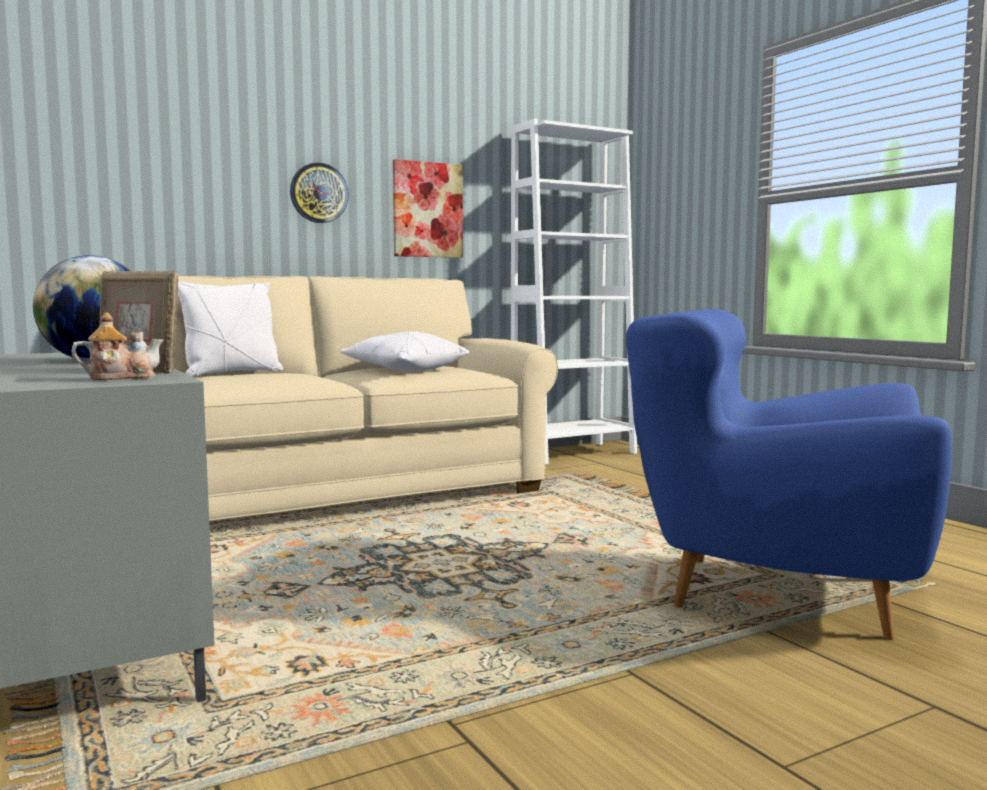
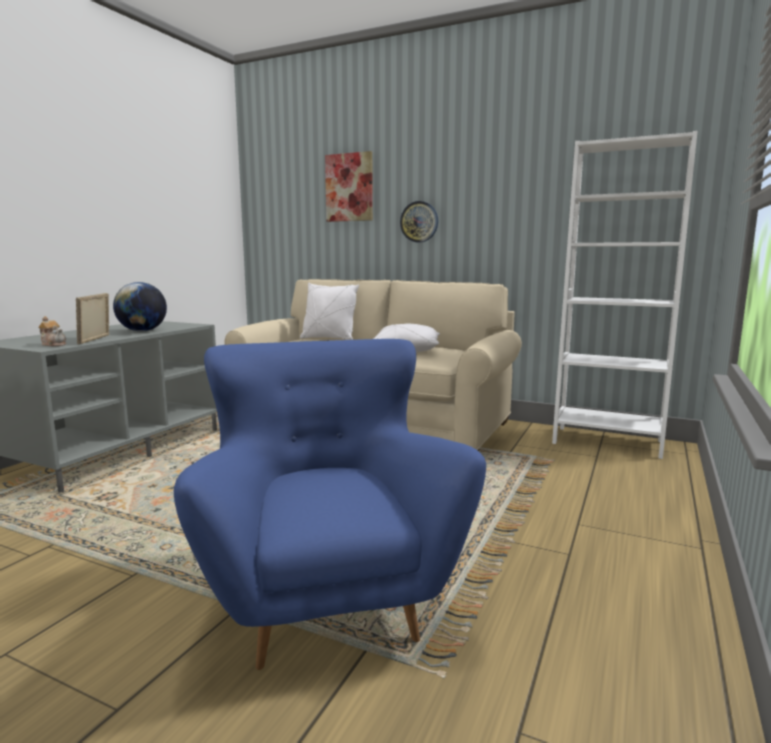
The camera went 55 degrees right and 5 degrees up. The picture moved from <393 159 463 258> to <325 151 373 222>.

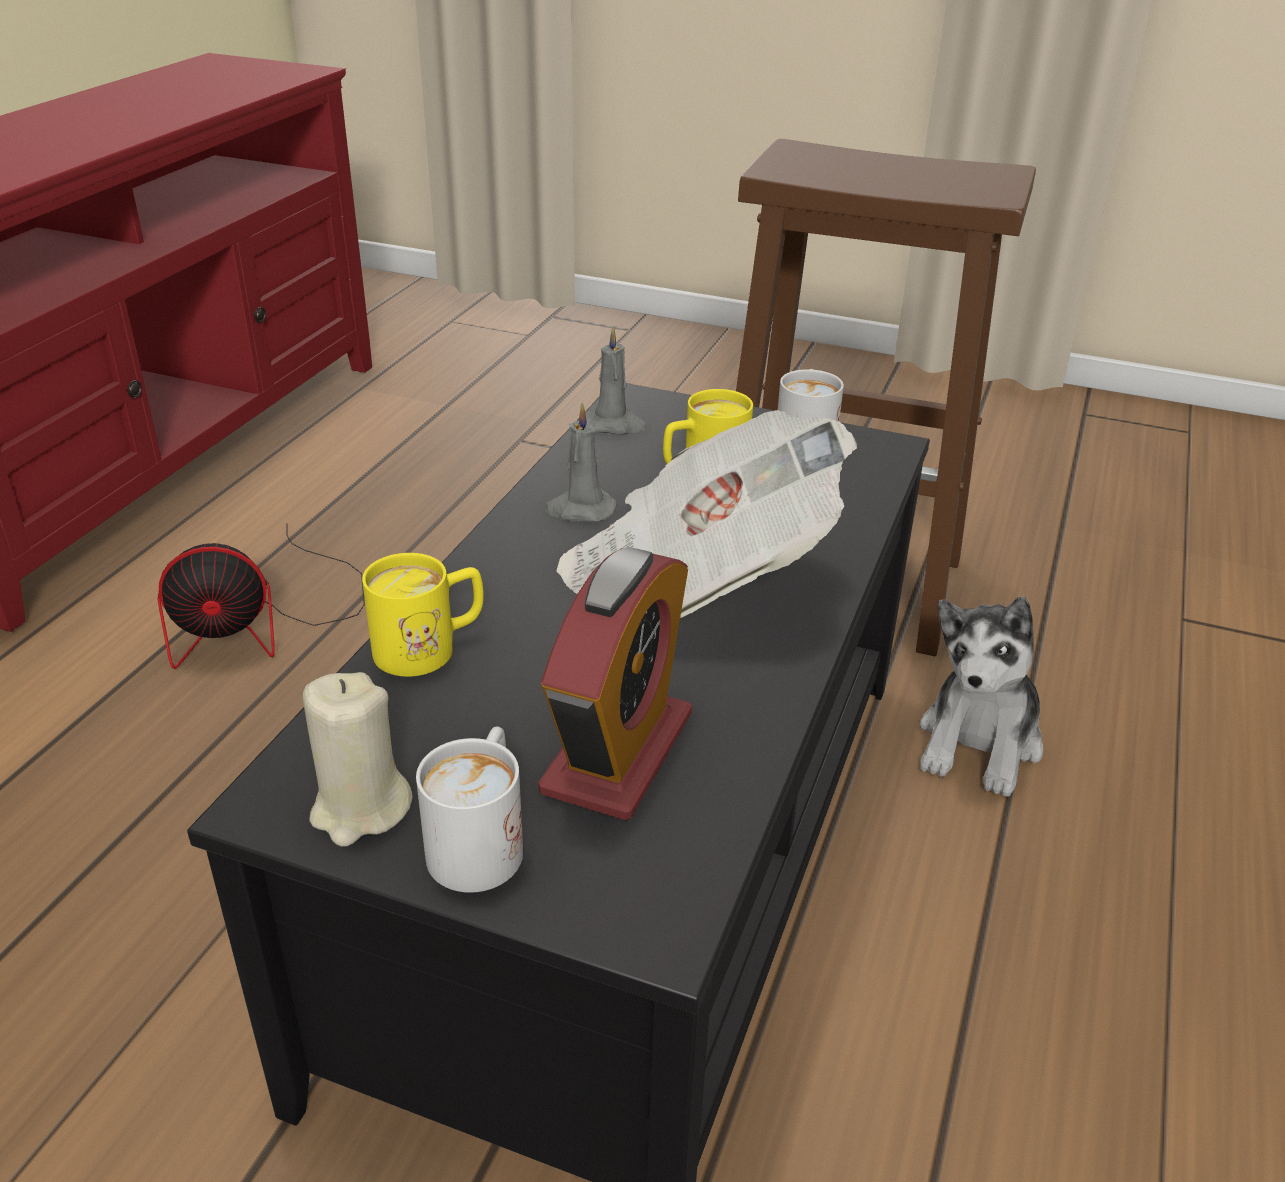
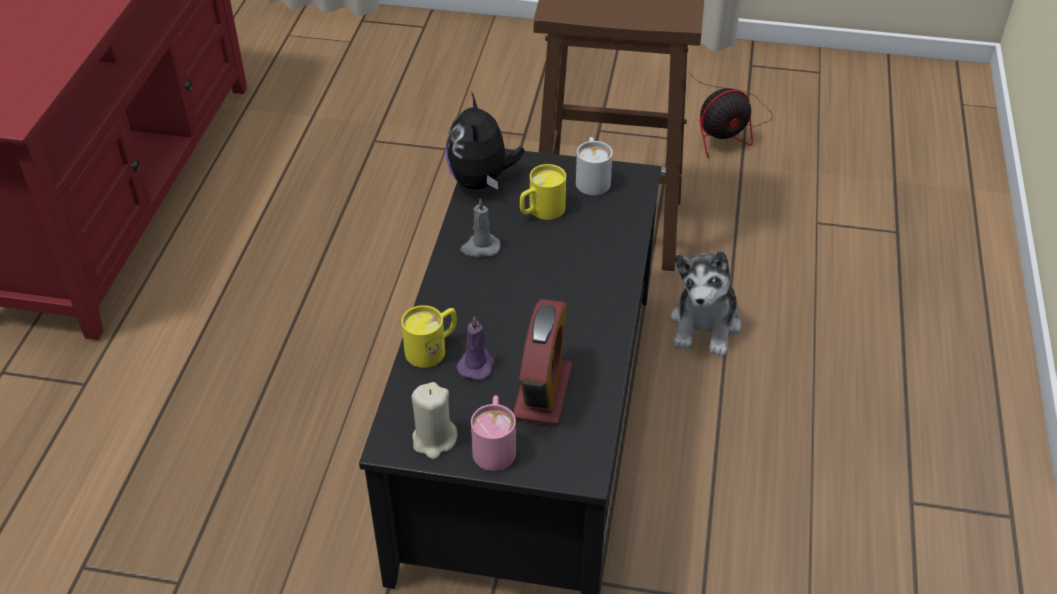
The camera went 10 degrees left and 10 degrees up. The candle in grey at <585 326 647 434> was replaced by the plush toy at <445 91 524 190>. The candle in purple at <456 316 495 380> appeared. The mug in white at <416 727 523 893> became the mug in pink at <471 395 516 471>. The fan moved from <158 524 365 669> to <689 73 773 158>. The newspaper at <557 410 857 618> disappeared.

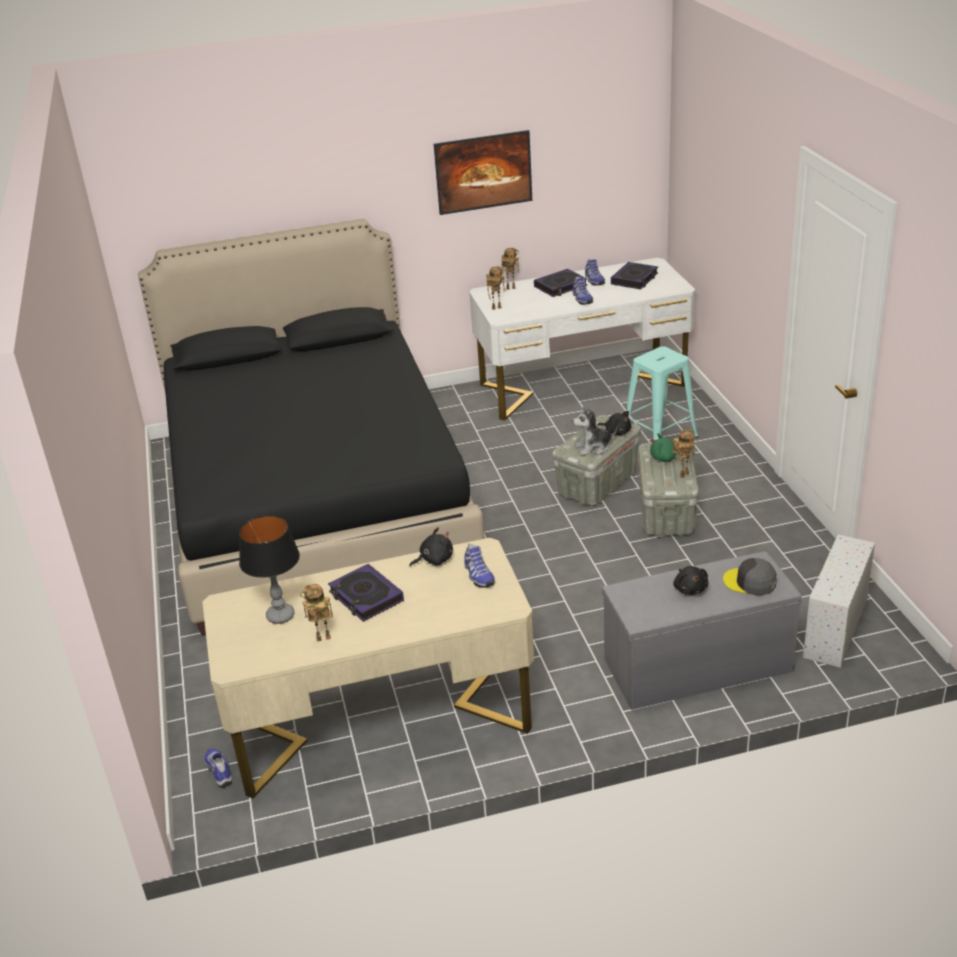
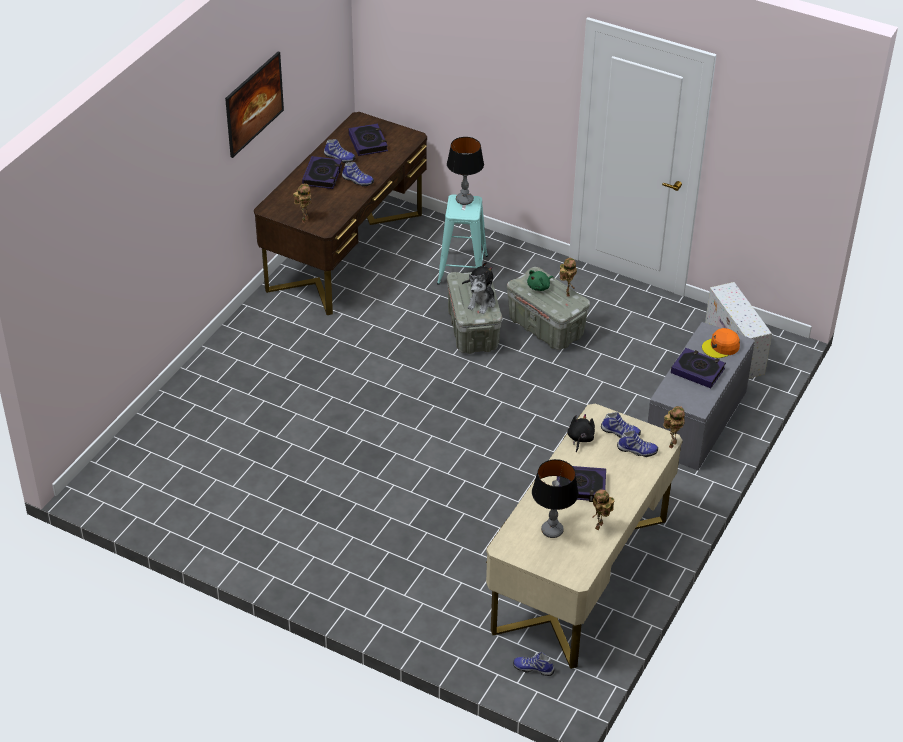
The camera went 50 degrees left and 10 degrees up. The desk in white at <469 258 695 421> became the desk in brown at <254 112 427 315>. The table lamp at <447 137 484 205> appeared. The shoe at <617 431 658 457> appeared. The toy robot moved from <501 248 520 290> to <663 406 685 448>. The plush toy in black at <673 566 708 595> was replaced by the book at <671 348 726 388>. The cap in grey at <723 558 777 595> became the cap in orange at <702 328 740 358>. The bed in black at <138 219 485 636> disappeared.

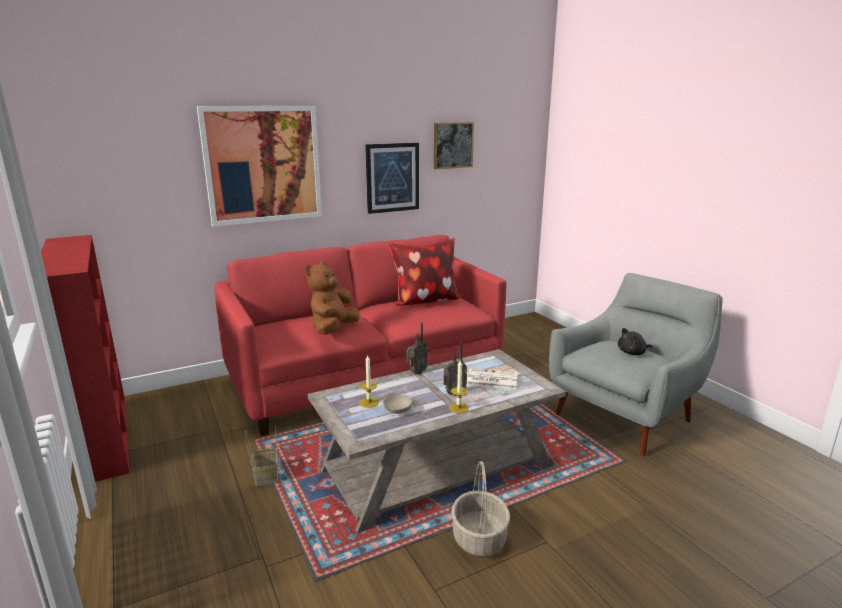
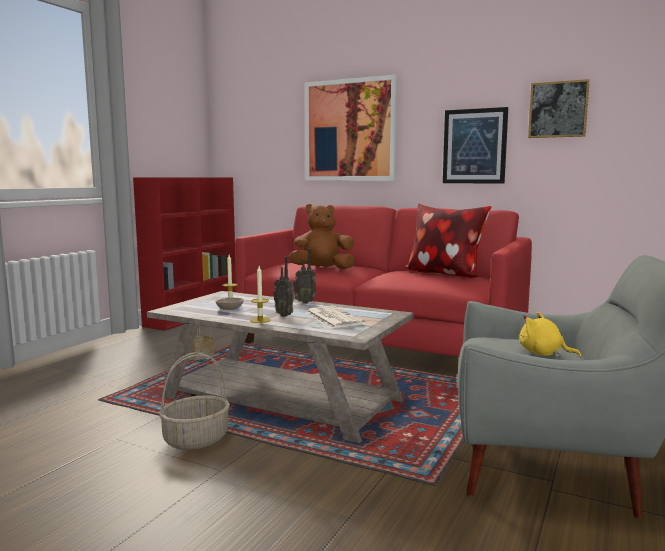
The camera went 55 degrees right and 10 degrees down. The plush toy in black at <618 328 653 355> became the plush toy in yellow at <519 312 581 358>.

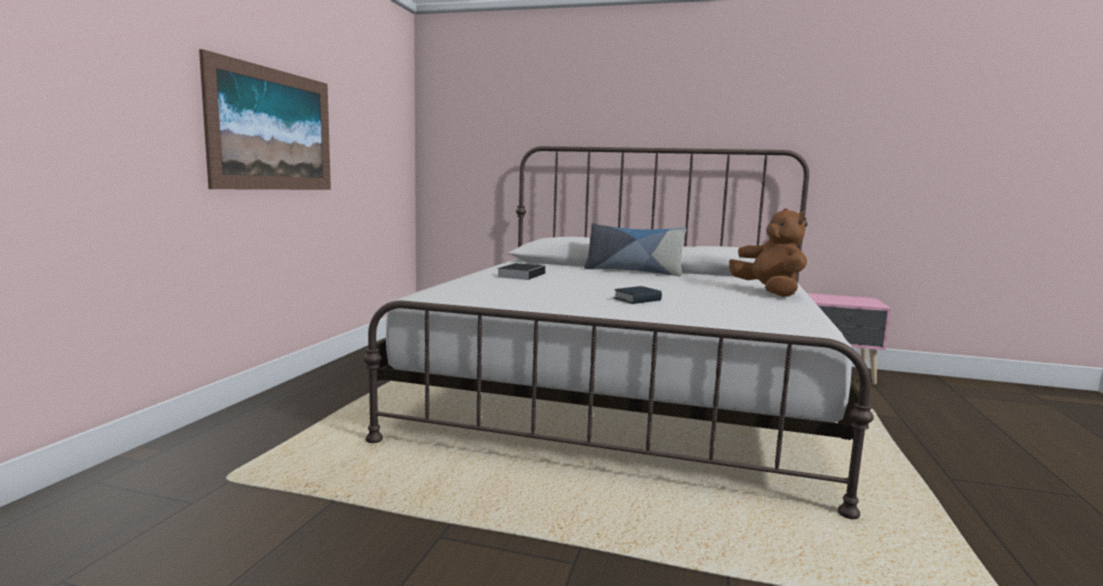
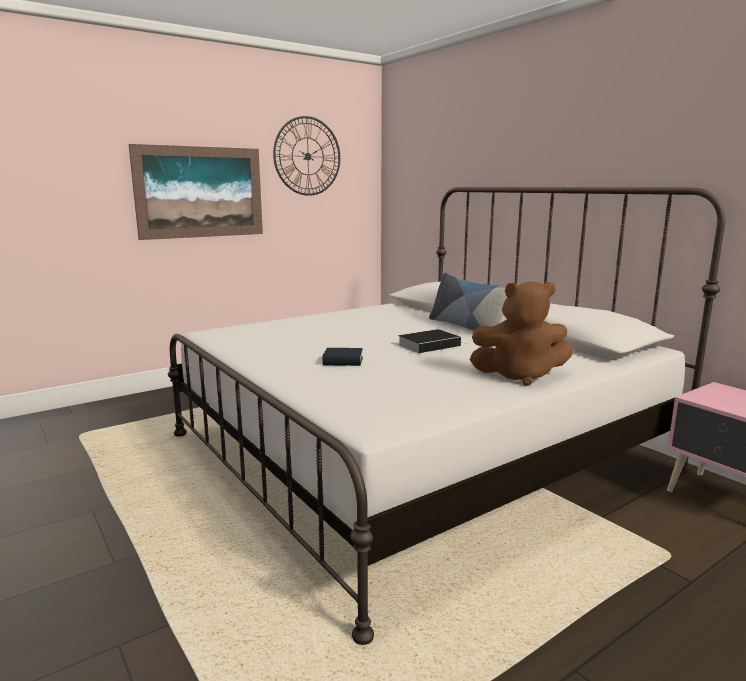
The camera went 40 degrees right and 5 degrees up. The wall clock at <273 116 340 196> appeared. The book moved from <497 263 545 280> to <398 329 461 353>. The plush toy in brown at <729 208 807 297> turned 75 degrees clockwise.

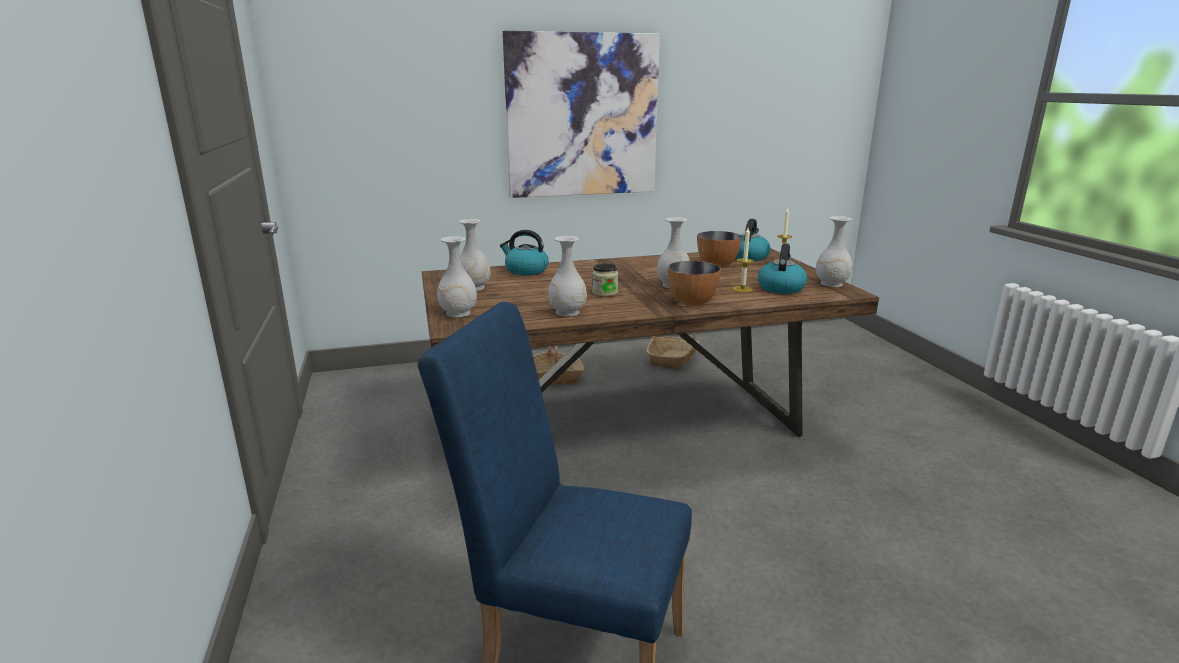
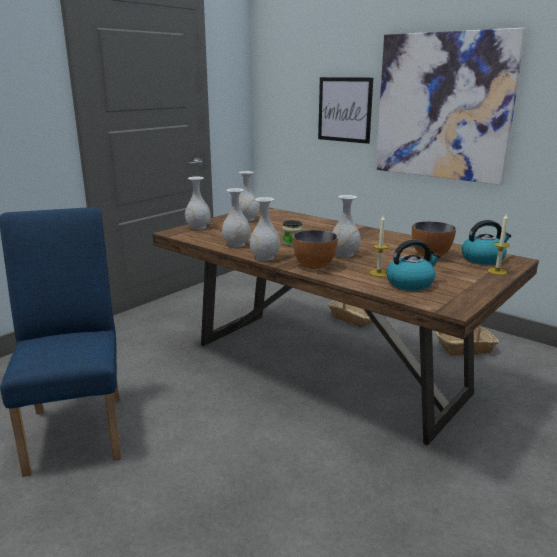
The camera went 55 degrees right and 0 degrees up. The vase in white moved from <816 216 852 287> to <250 197 280 261>. The picture at <318 77 373 144> appeared. The kettle at <500 230 549 276> disappeared.

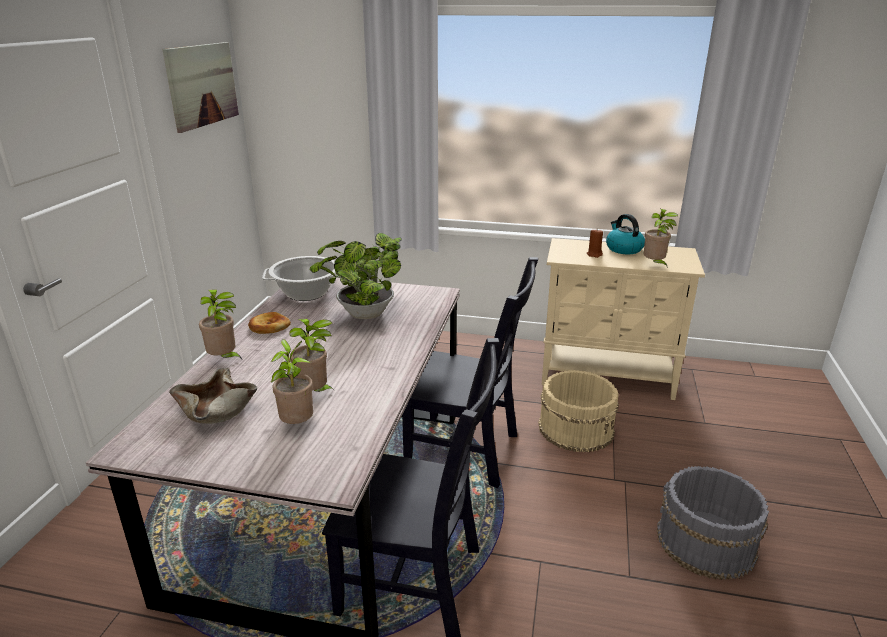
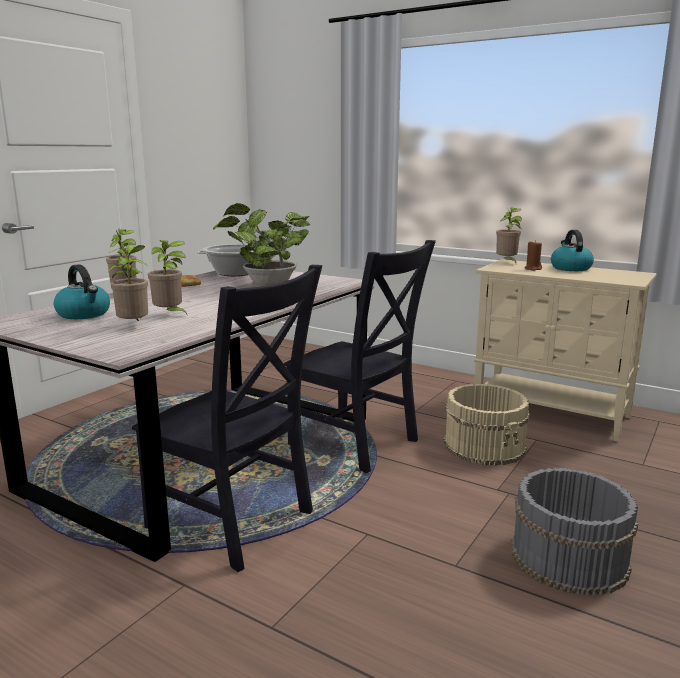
The camera went 20 degrees right and 10 degrees down. The bowl in beige at <169 368 257 424> was replaced by the kettle at <54 264 110 319>. The potted plant moved from <644 209 678 268> to <496 207 522 263>. The picture at <163 42 239 133> disappeared.

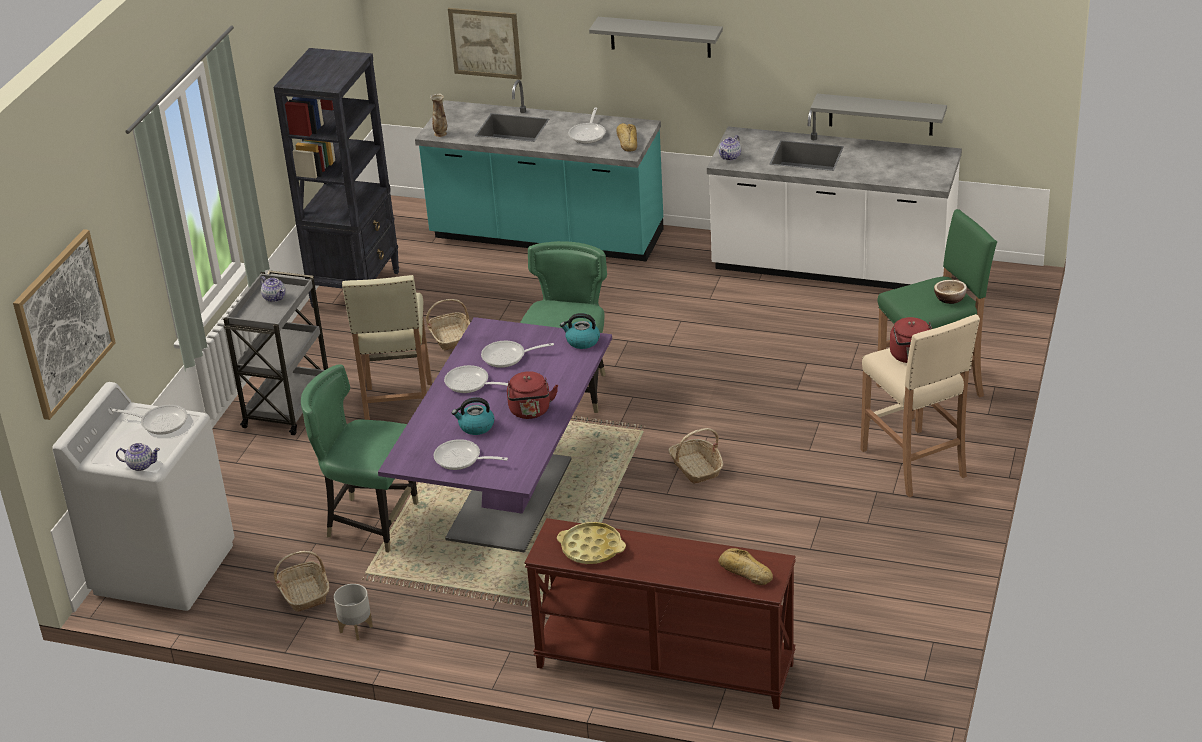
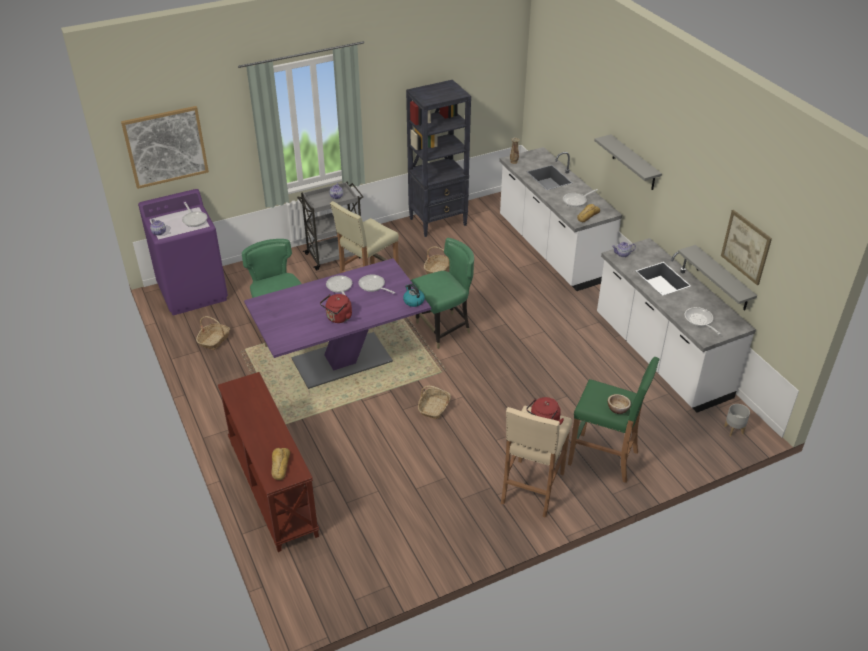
The camera went 45 degrees right and 5 degrees up. The washing machine in white at <52 382 235 611> became the washing machine in purple at <138 189 228 315>. The counter in turquoise at <415 80 664 262> became the counter in white at <499 147 622 291>. The frying pan moved from <433 439 508 470> to <684 307 720 335>. The picture moved from <448 8 522 80> to <721 210 772 285>. The planter in grey moved from <334 584 373 640> to <724 404 750 436>. The kettle at <452 397 494 435> disappeared. The tray in yellow at <557 522 626 564> disappeared.

